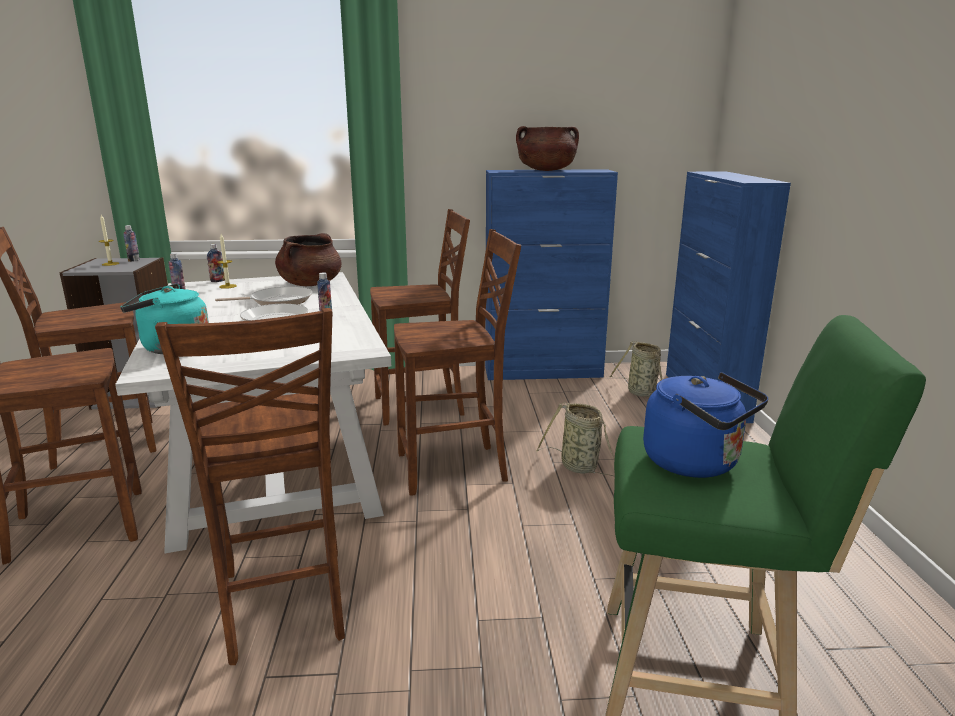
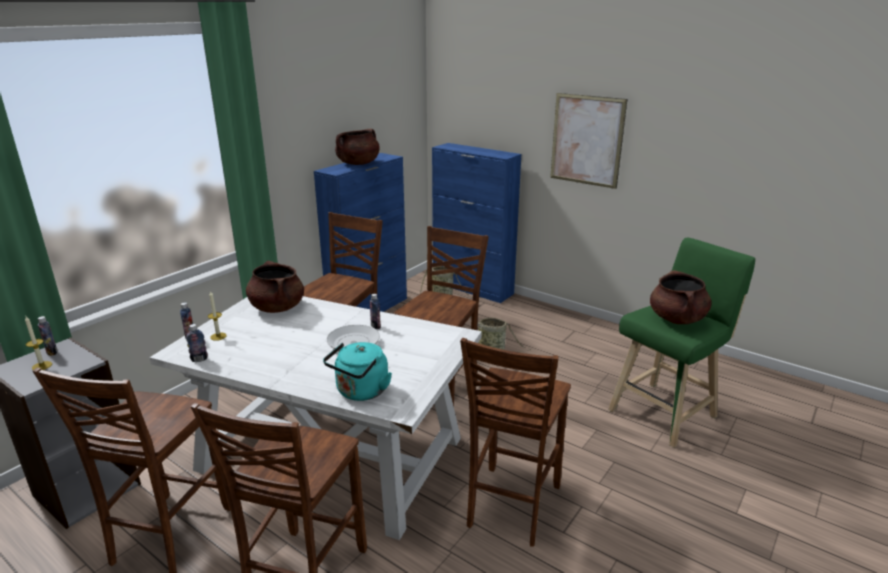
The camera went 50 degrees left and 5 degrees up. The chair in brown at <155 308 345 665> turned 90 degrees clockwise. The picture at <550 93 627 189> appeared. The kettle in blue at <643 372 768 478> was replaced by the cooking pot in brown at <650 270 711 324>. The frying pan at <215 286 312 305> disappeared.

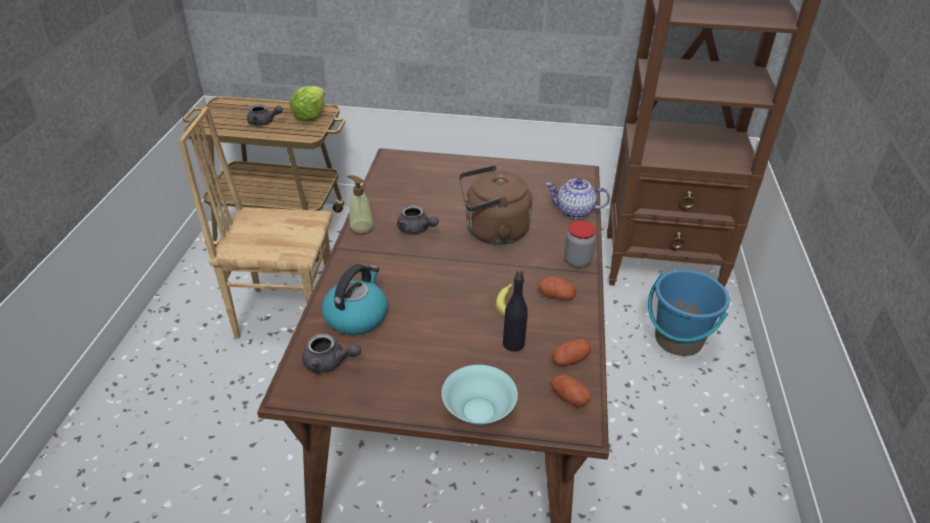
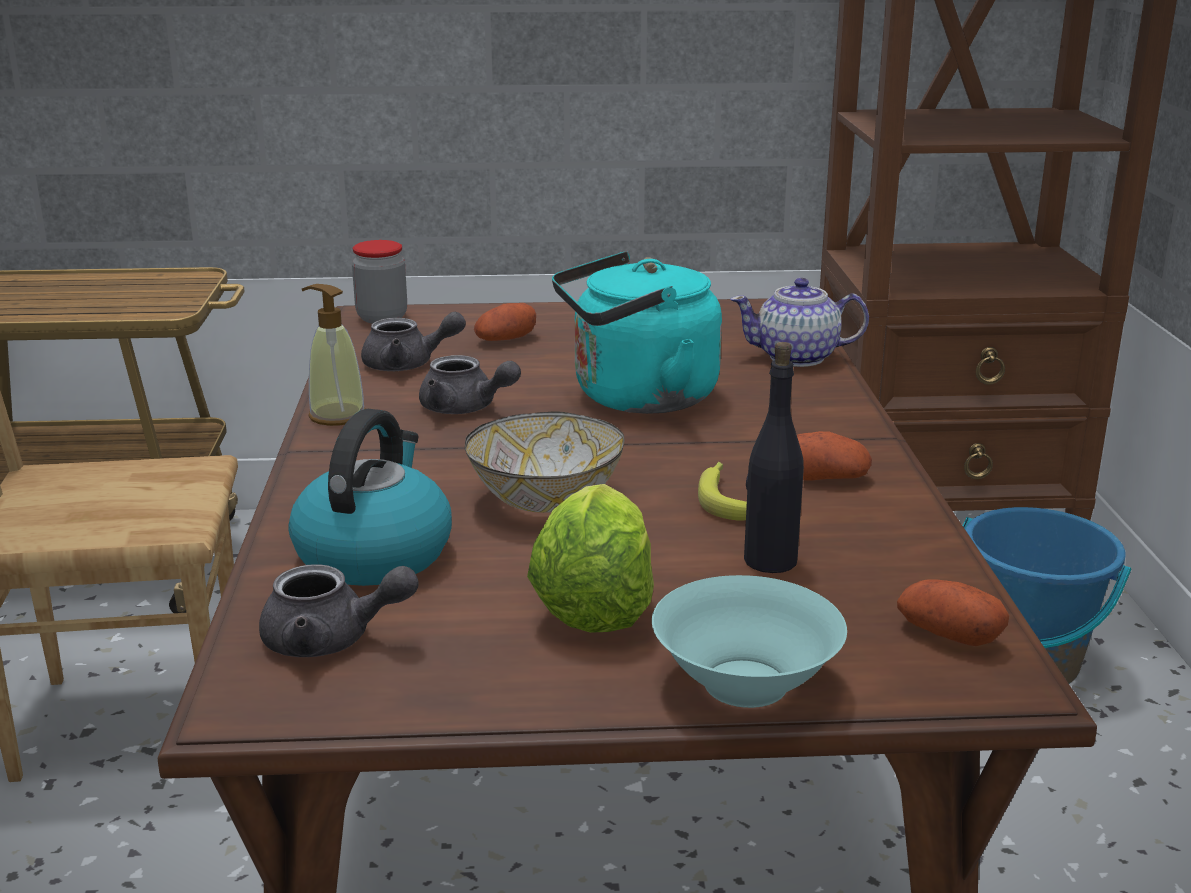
The camera went 10 degrees left and 15 degrees down. The jar moved from <564 221 596 268> to <352 240 407 324>. The teapot in grey moved from <247 104 283 126> to <361 312 466 371>. The bowl at <465 411 624 513> appeared. The potato moved from <551 338 591 366> to <474 303 536 341>. The lettuce moved from <290 86 325 122> to <527 484 654 633>. The kettle in brown at <459 165 532 245> became the kettle in turquoise at <552 251 722 414>.

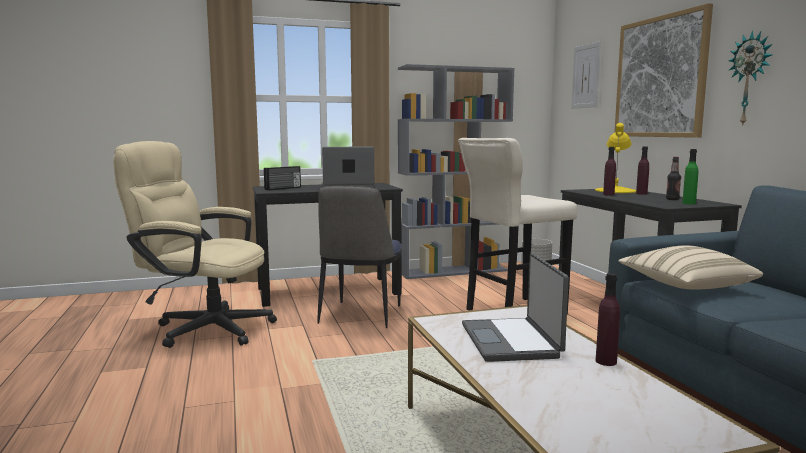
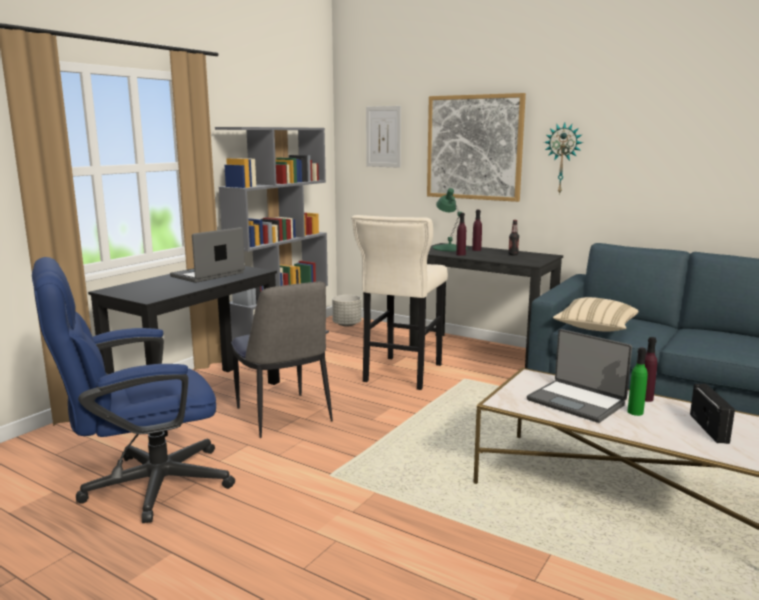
The camera went 40 degrees left and 5 degrees up. The office chair in beige at <113 141 277 348> became the office chair in blue at <32 257 235 523>. The table lamp in yellow at <595 123 636 193> became the table lamp in green at <432 188 467 251>. The bottle in green moved from <682 149 698 204> to <627 348 648 416>. The radio moved from <264 166 301 190> to <690 384 735 444>.

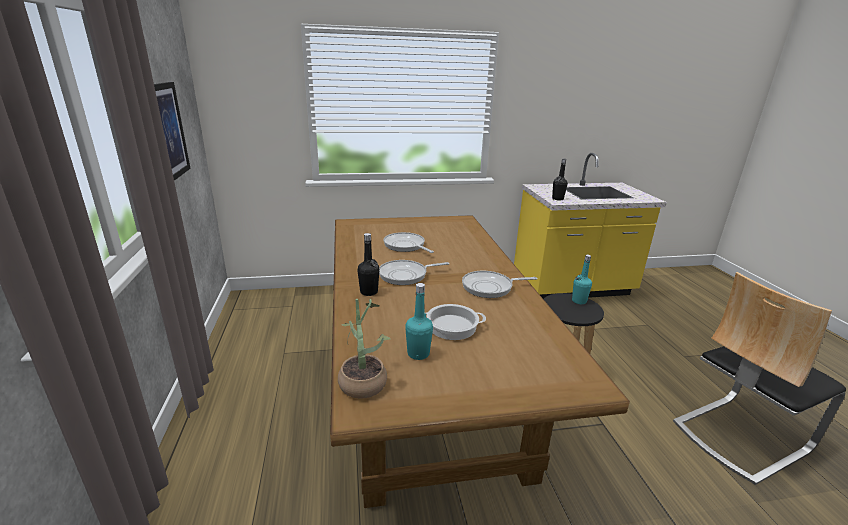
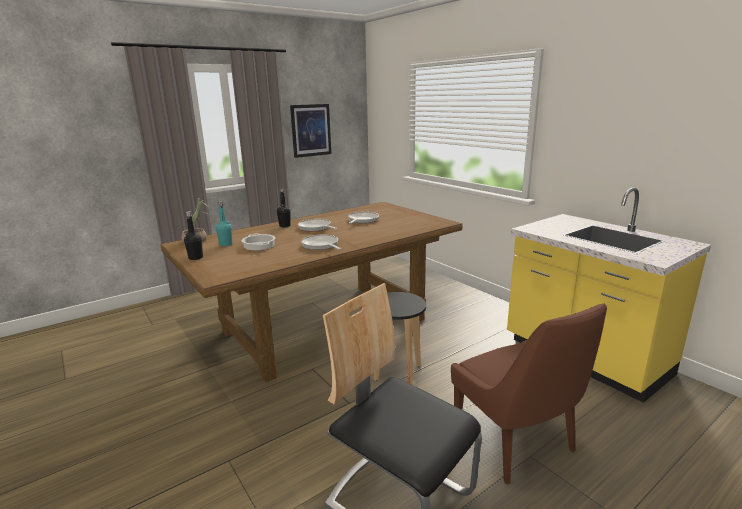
The camera went 65 degrees right and 5 degrees down. The bottle in black moved from <552 159 568 200> to <184 211 203 260>. The chair in brown at <451 304 607 484> appeared. The bottle in turquoise at <572 255 592 304> disappeared.

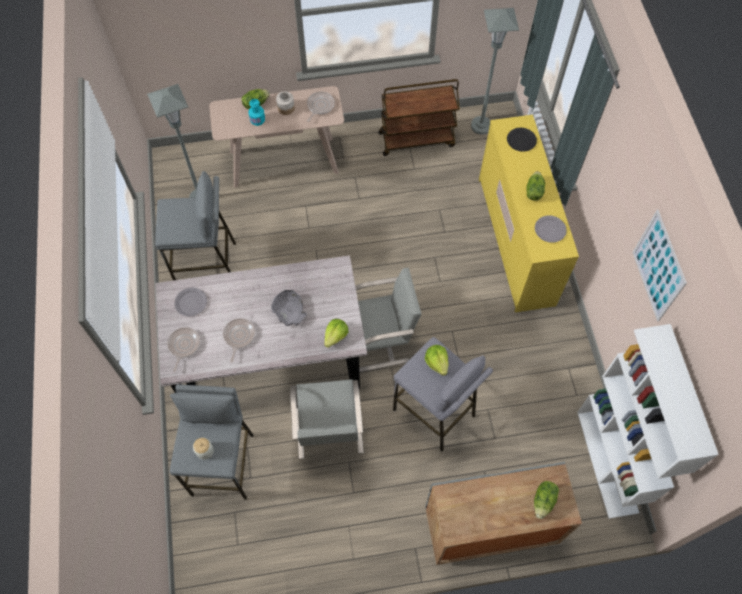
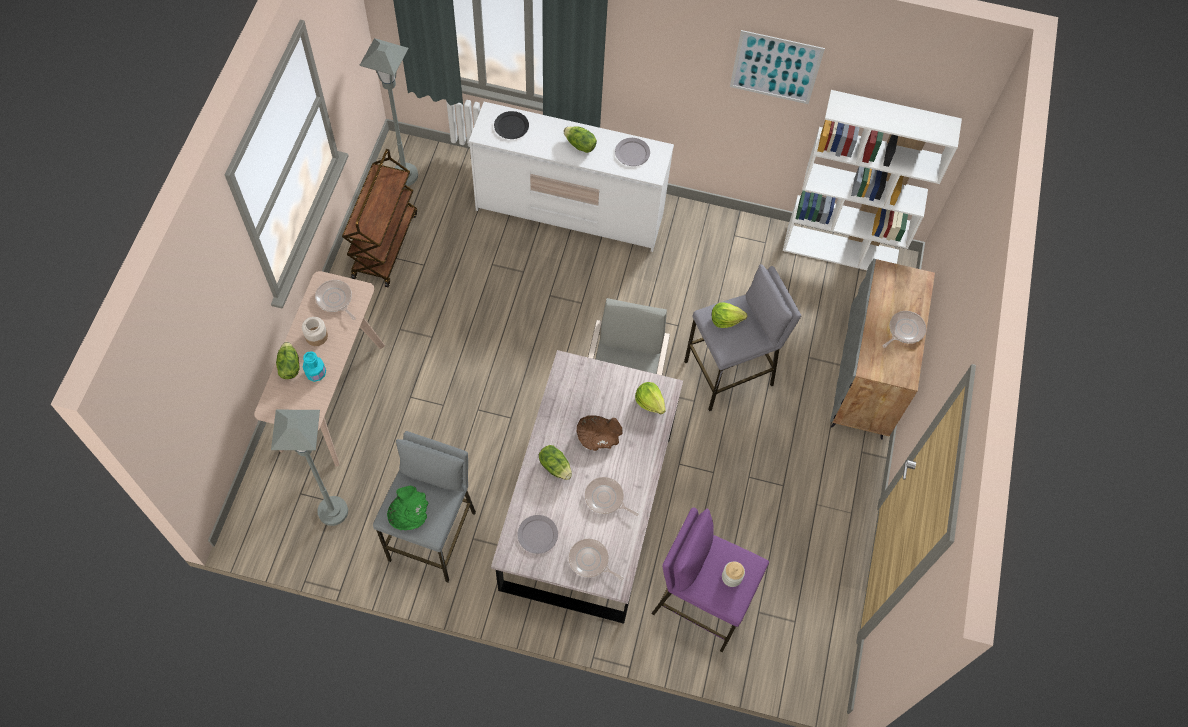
The camera went 70 degrees left and 0 degrees up. The bowl in green at <387 486 428 530> appeared. The dresser in yellow at <479 115 579 312> became the dresser in white at <469 102 674 252>. The lettuce moved from <534 481 559 519> to <539 445 572 480>. The bowl in grey at <271 290 307 326> became the bowl in brown at <576 415 623 451>. The stool in grey at <170 384 254 500> became the stool in purple at <652 508 769 653>. The frying pan at <882 311 926 348> appeared. The chair in grey at <290 379 363 459> disappeared.

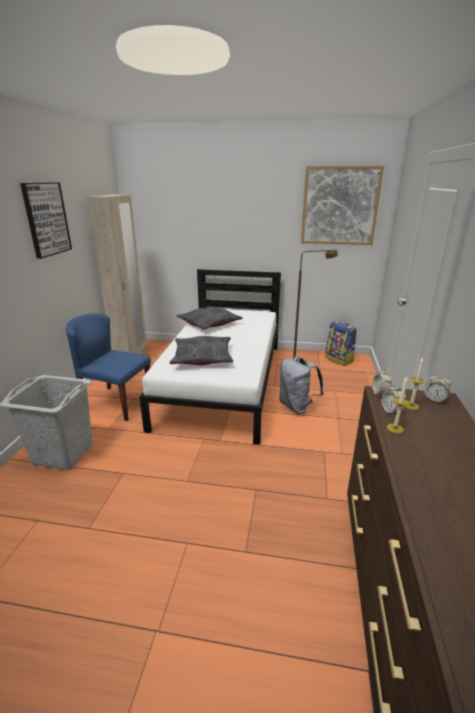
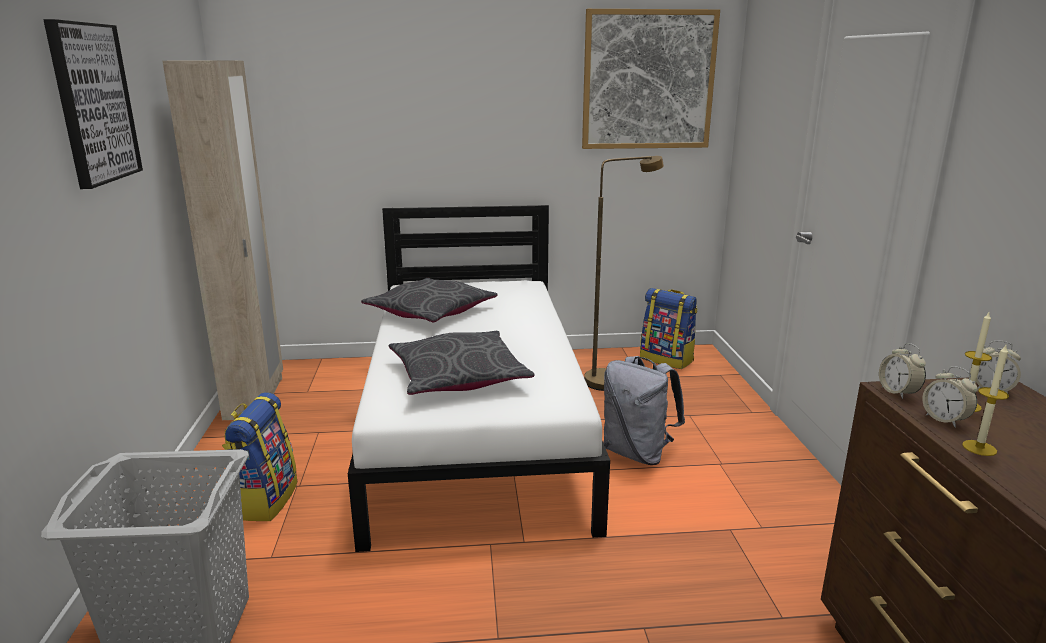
The camera went 15 degrees left and 5 degrees down. The chair in blue at <66 313 151 421> was replaced by the backpack at <222 392 297 521>.

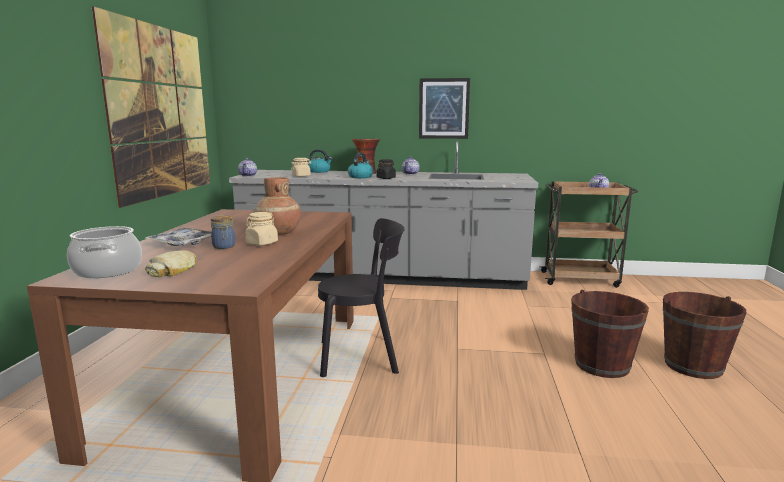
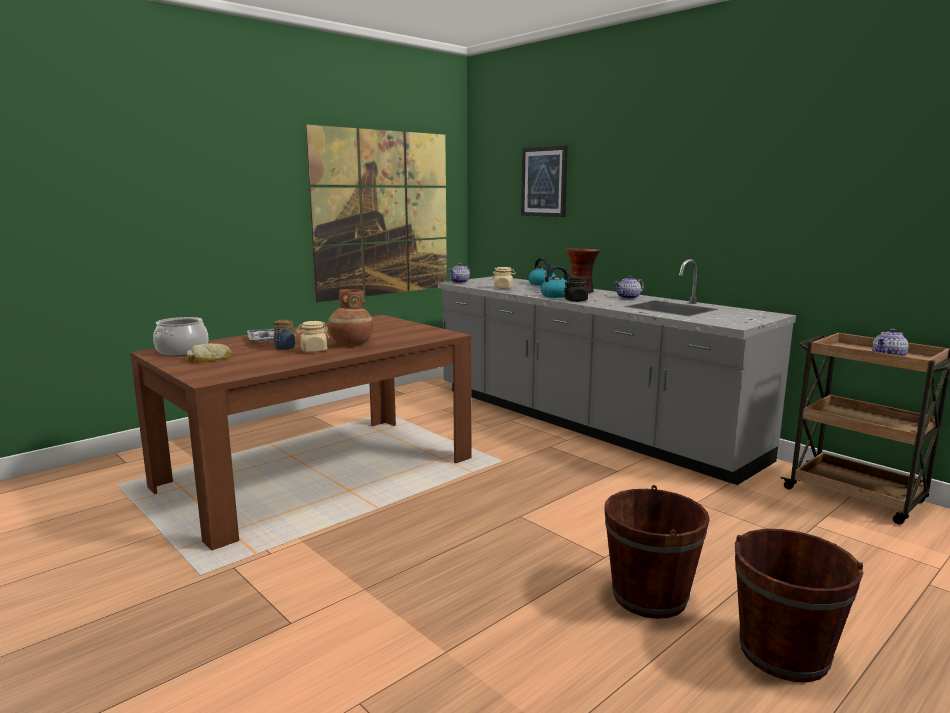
The camera went 40 degrees right and 0 degrees up. The picture moved from <419 78 470 139> to <521 146 568 217>. The chair in black at <318 218 405 377> disappeared.

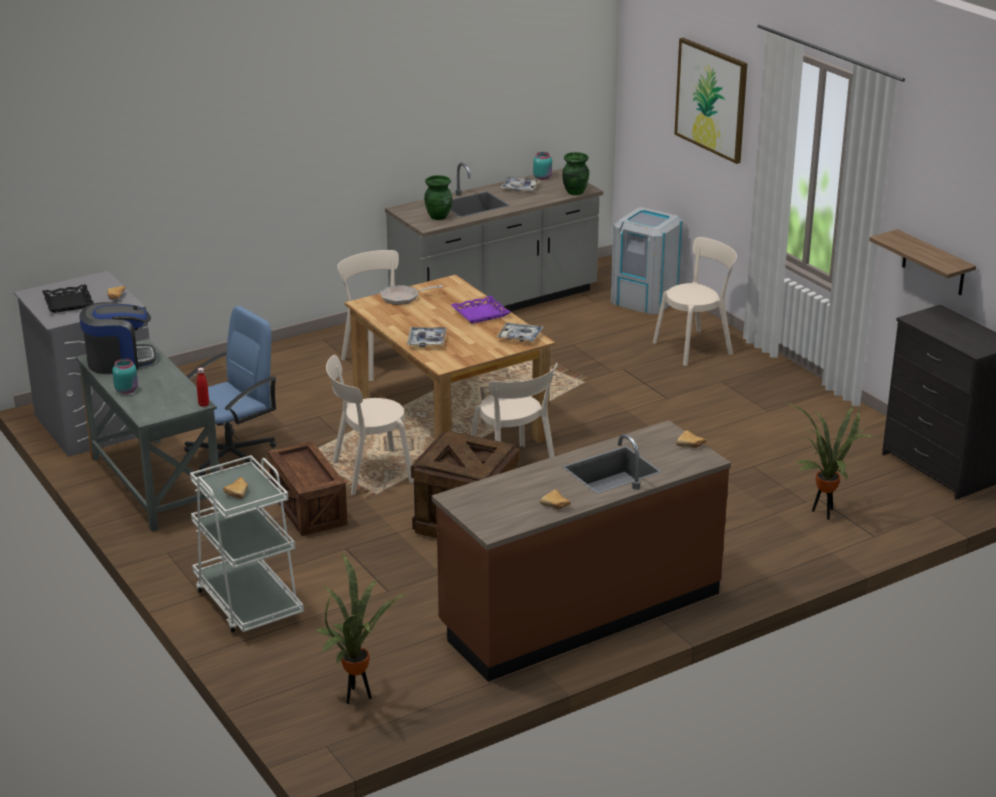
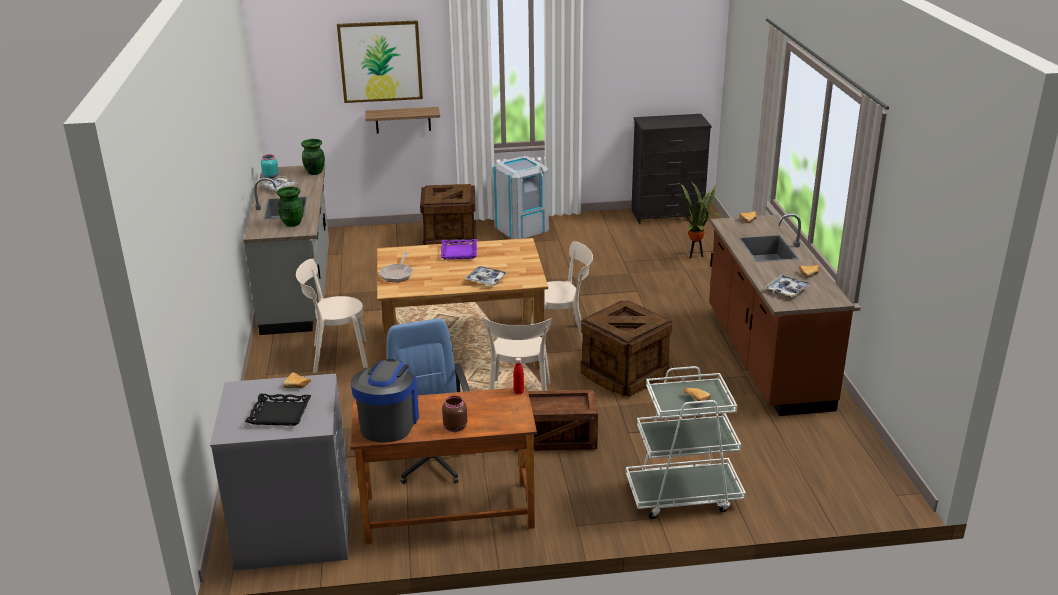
The camera went 65 degrees left and 0 degrees up. The desk in grey at <76 339 219 532> became the desk in brown at <351 387 537 544>. The shelf moved from <869 229 976 295> to <365 107 440 133>. The chair in beige at <653 237 737 366> was replaced by the crate at <420 184 477 245>. The jar in turquoise at <112 358 138 394> became the jar in brown at <442 396 467 432>. The trash can in grey moved from <611 207 684 315> to <493 156 549 239>. The tray moved from <496 323 543 342> to <765 275 812 297>. The potted plant at <317 552 406 704> disappeared.

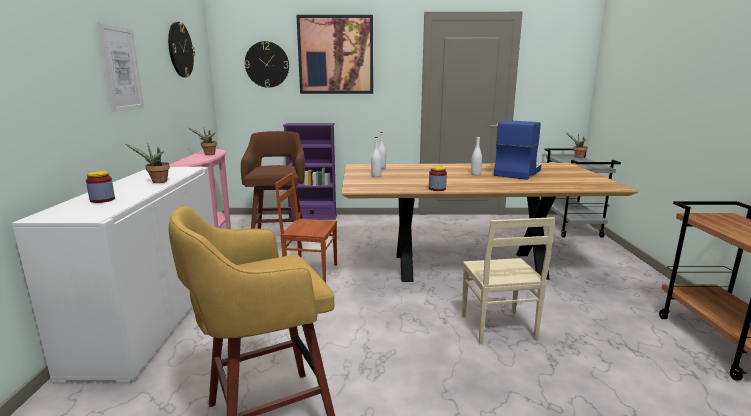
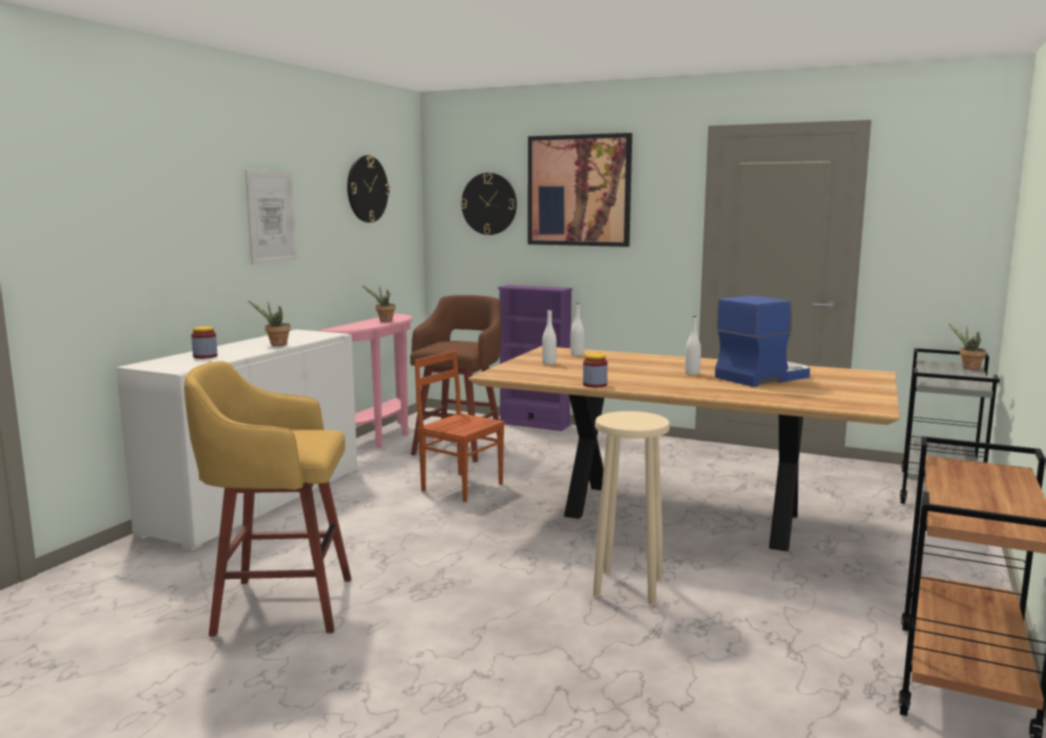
The camera went 25 degrees right and 5 degrees down. The chair in beige at <462 217 555 344> was replaced by the stool in beige at <593 411 670 605>.

